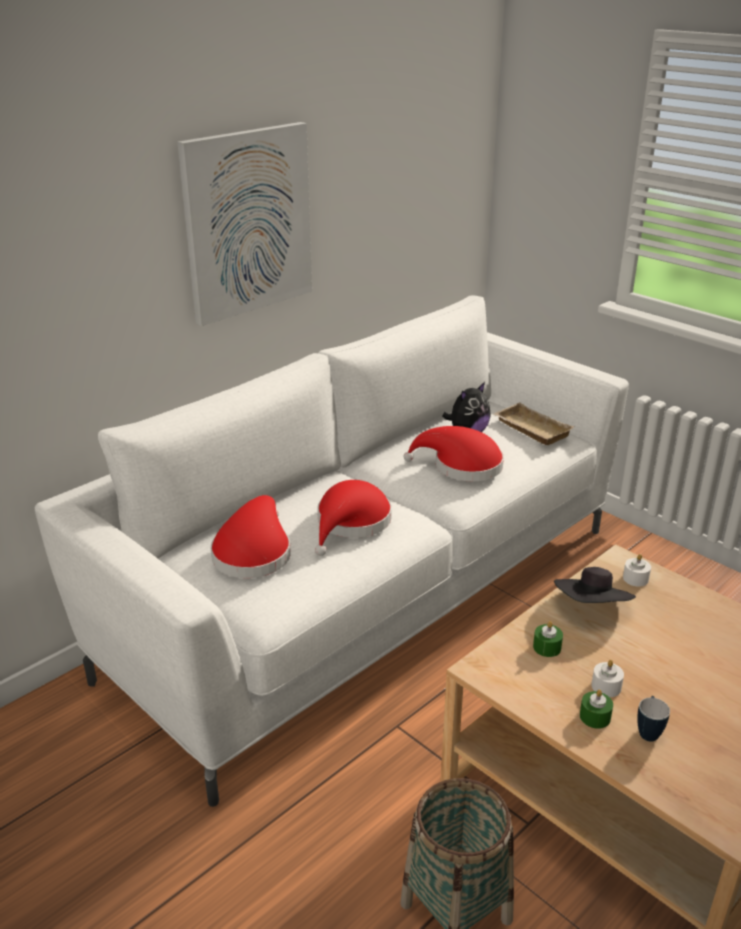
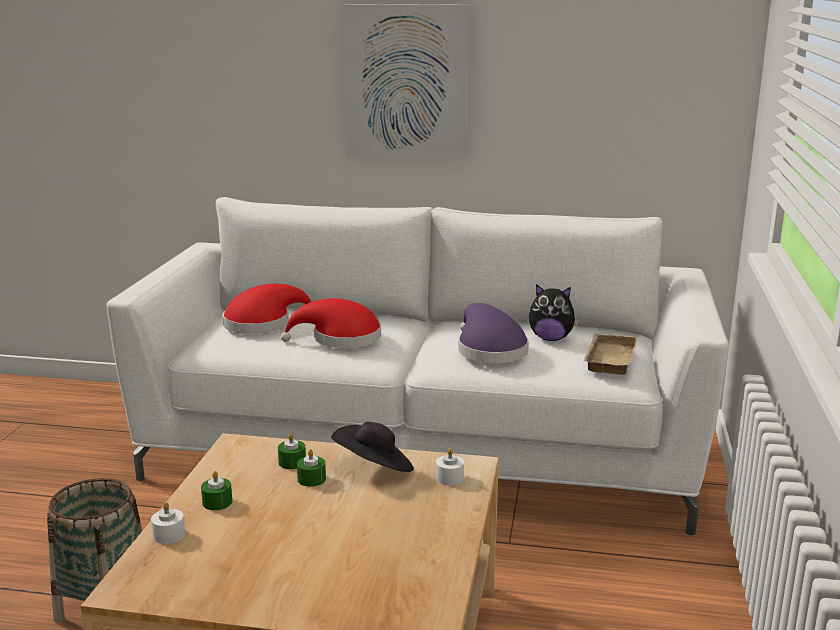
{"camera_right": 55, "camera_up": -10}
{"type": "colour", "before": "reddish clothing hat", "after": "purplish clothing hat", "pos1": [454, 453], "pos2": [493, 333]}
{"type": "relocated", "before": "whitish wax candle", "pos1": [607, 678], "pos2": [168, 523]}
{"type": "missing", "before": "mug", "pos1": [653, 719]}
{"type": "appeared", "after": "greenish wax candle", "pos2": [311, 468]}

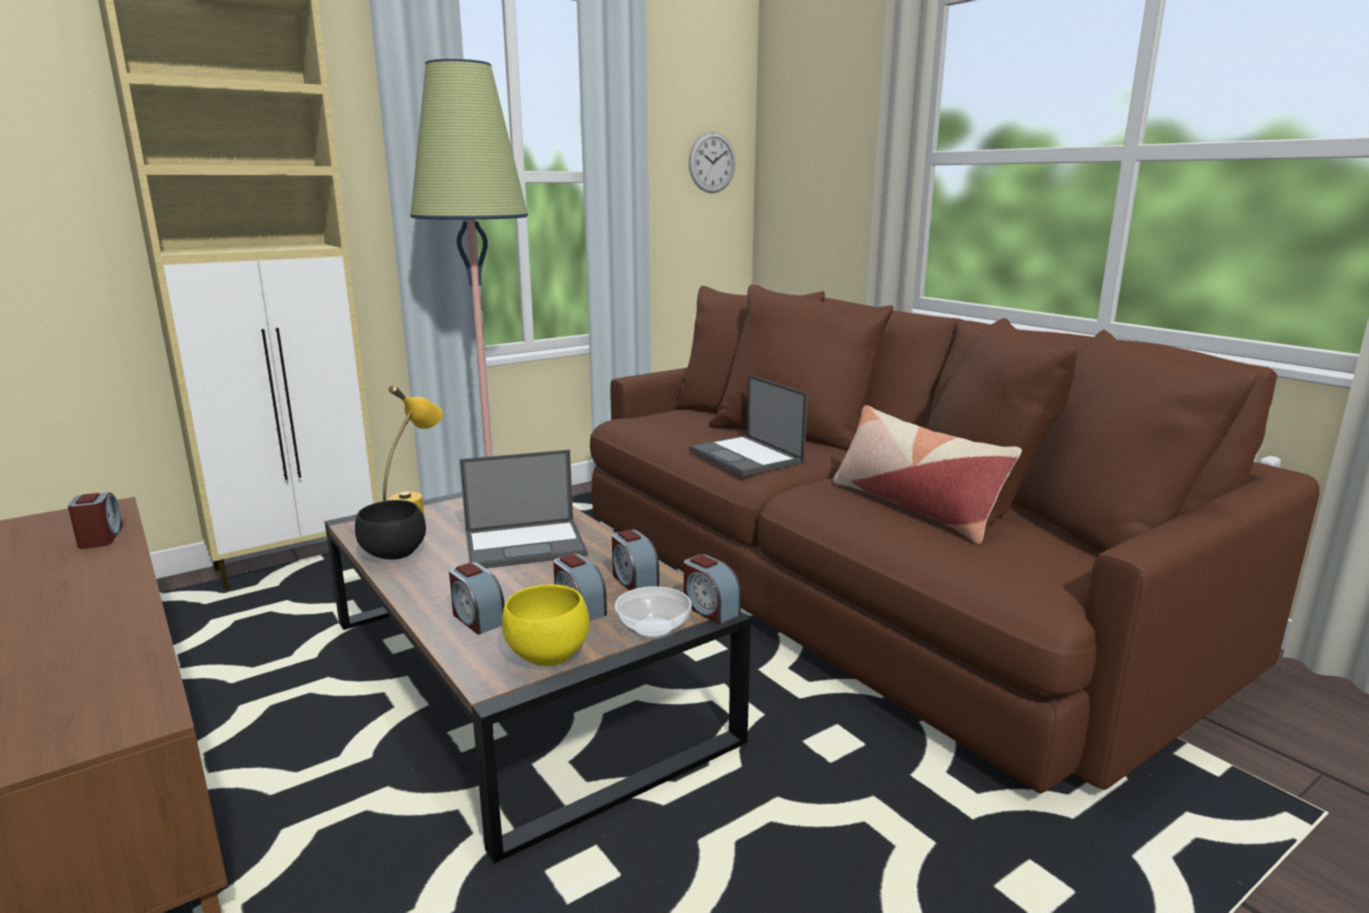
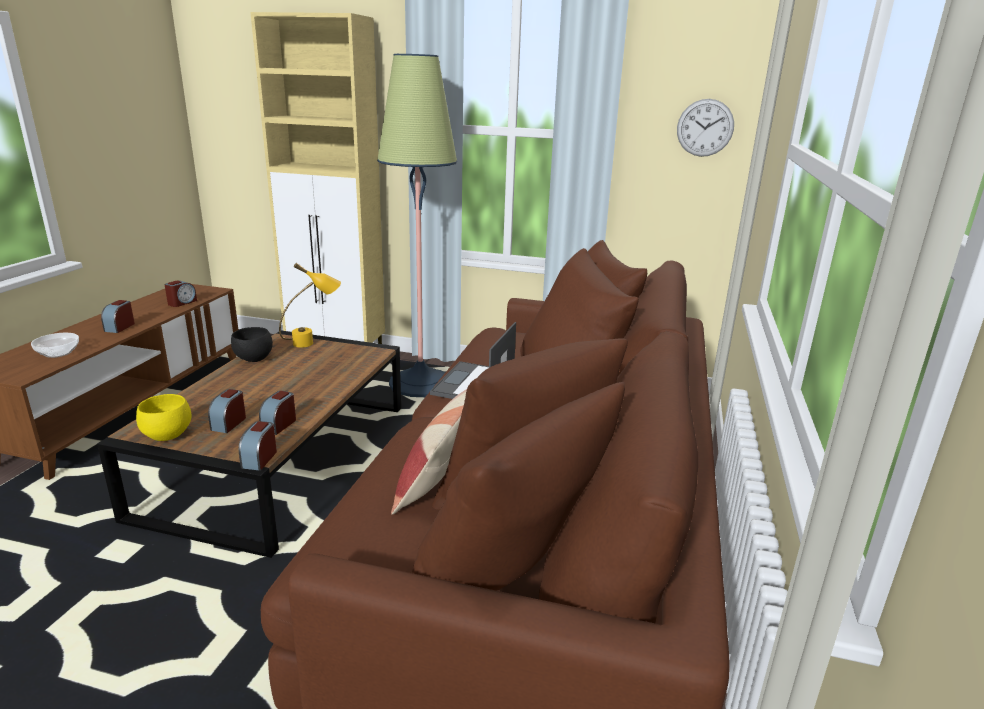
{"camera_right": 50, "camera_up": 5}
{"type": "missing", "before": "notebook computer", "pos1": [523, 508]}
{"type": "relocated", "before": "bedside clock", "pos1": [477, 598], "pos2": [118, 316]}
{"type": "relocated", "before": "deep dish", "pos1": [653, 612], "pos2": [55, 345]}

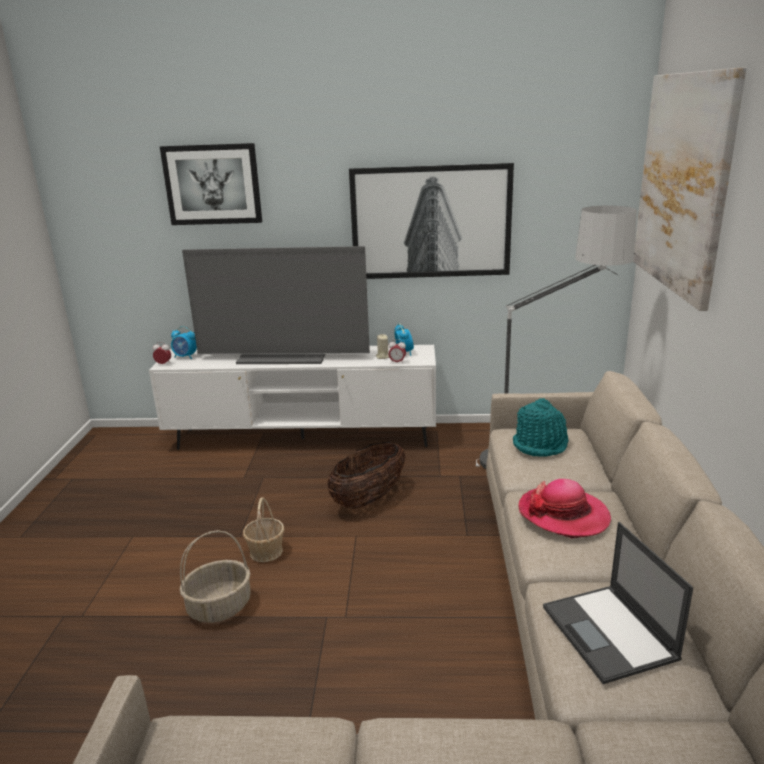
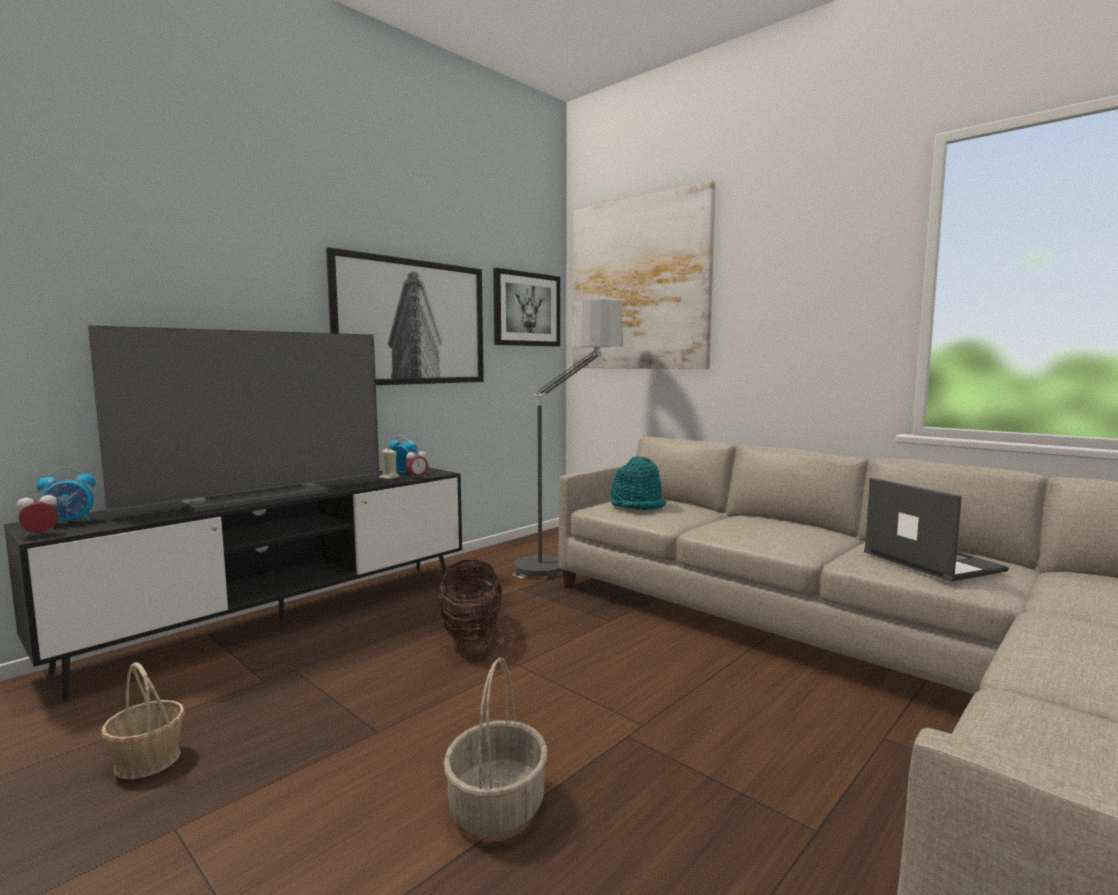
{"camera_right": -50, "camera_up": -15}
{"type": "relocated", "before": "wall picture", "pos1": [211, 184], "pos2": [526, 307]}
{"type": "colour", "before": "whitish tv unit", "after": "blackish tv unit", "pos1": [292, 397], "pos2": [233, 584]}
{"type": "missing", "before": "clothing hat", "pos1": [564, 508]}
{"type": "relocated", "before": "household basket", "pos1": [263, 529], "pos2": [143, 720]}
{"type": "spun", "before": "notebook computer", "pos1": [618, 603], "pos2": [936, 530], "turn": -135}

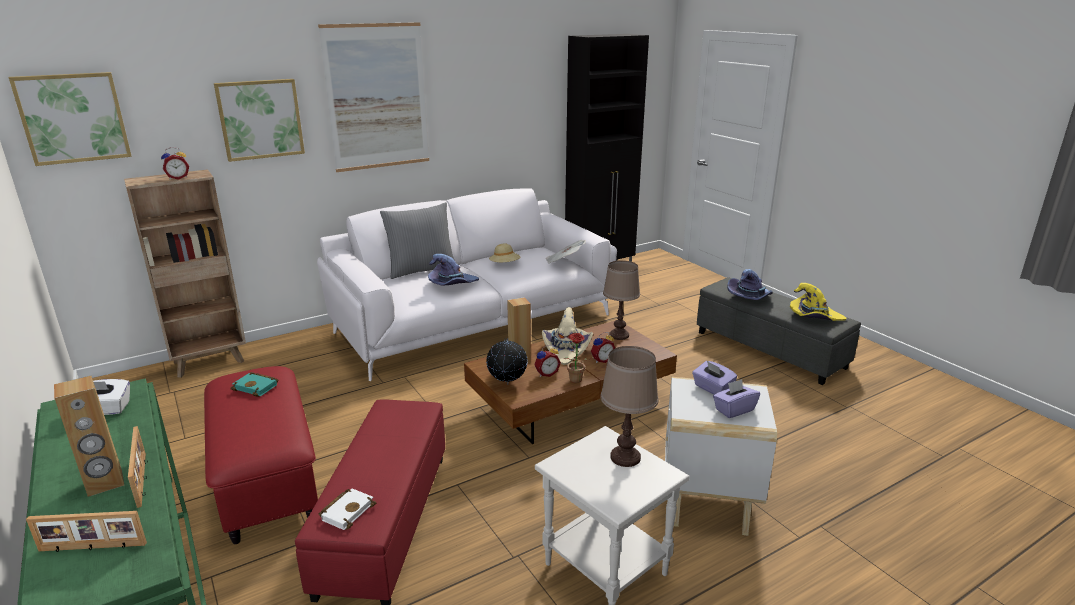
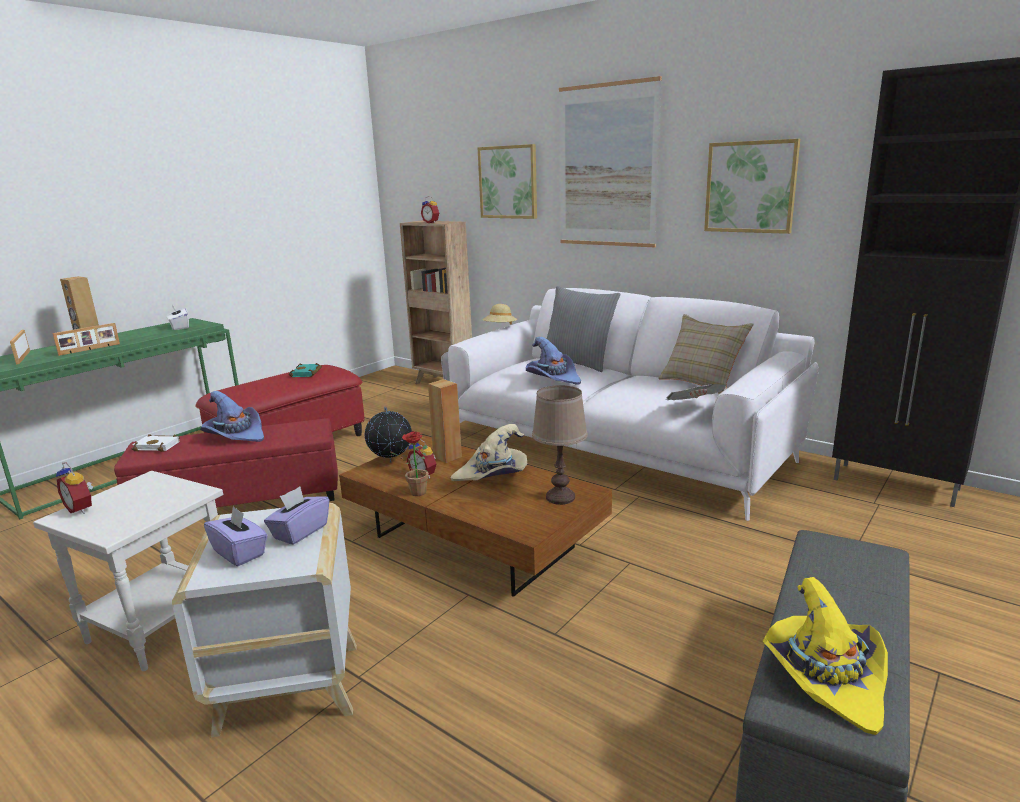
{"camera_right": 70, "camera_up": -5}
{"type": "relocated", "before": "wall picture", "pos1": [70, 119], "pos2": [752, 186]}
{"type": "relocated", "before": "beige-coloured clothing hat", "pos1": [505, 252], "pos2": [499, 314]}
{"type": "relocated", "before": "purplish clothing hat", "pos1": [750, 284], "pos2": [232, 416]}
{"type": "relocated", "before": "bedside clock", "pos1": [603, 347], "pos2": [74, 488]}
{"type": "missing", "before": "brownish table lamp", "pos1": [629, 406]}
{"type": "appeared", "after": "beige-coloured throw pillow", "pos2": [706, 354]}

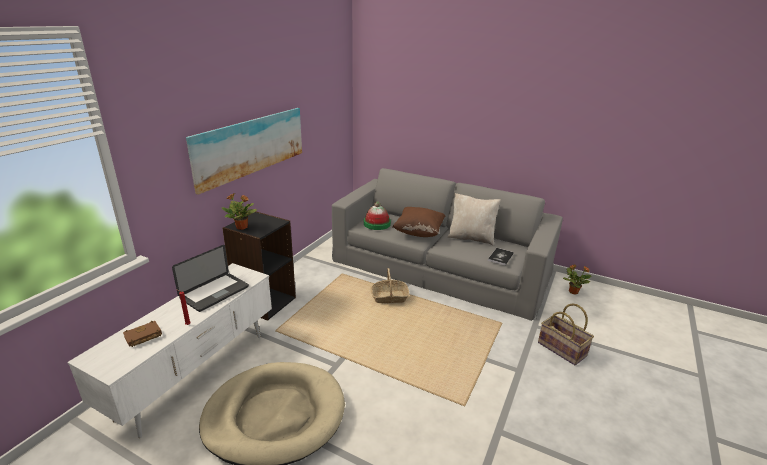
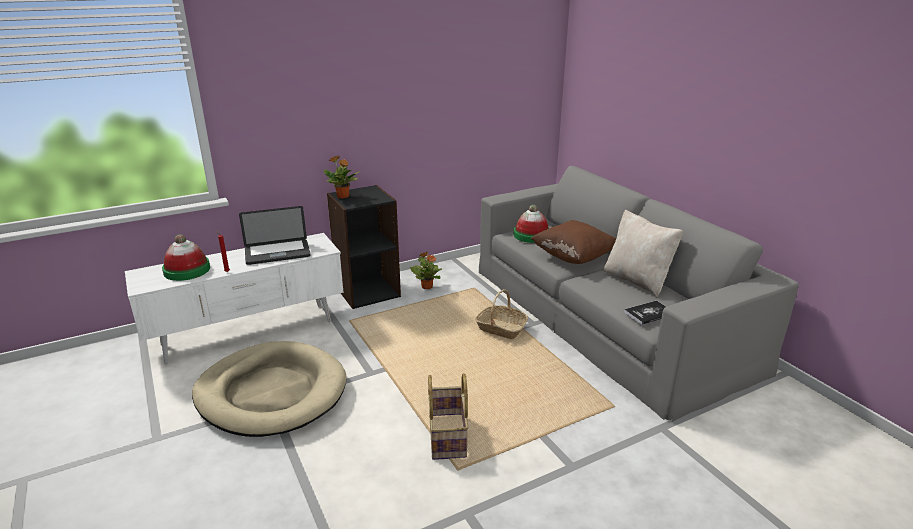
{"camera_right": 35, "camera_up": 0}
{"type": "missing", "before": "wall picture", "pos1": [244, 151]}
{"type": "relocated", "before": "potted plant", "pos1": [577, 279], "pos2": [426, 270]}
{"type": "relocated", "before": "household basket", "pos1": [566, 334], "pos2": [448, 416]}
{"type": "exchanged", "before": "brownish volume", "after": "clothing hat", "pos1": [142, 334], "pos2": [186, 257]}

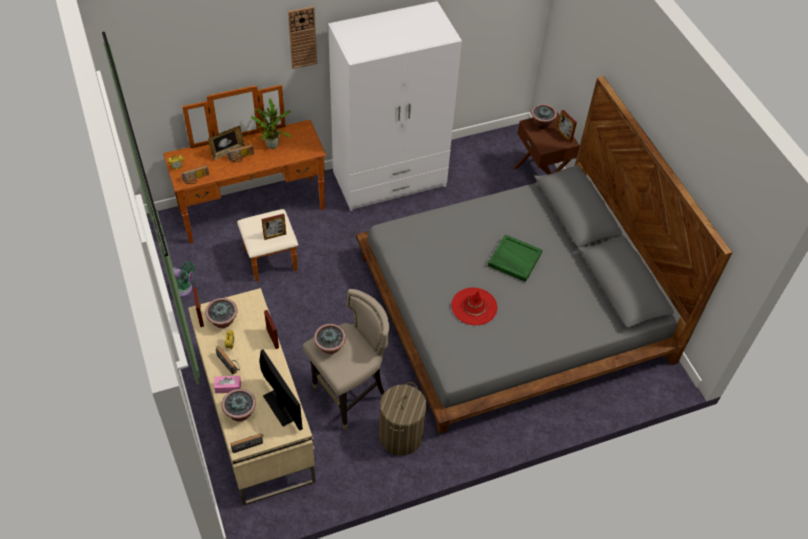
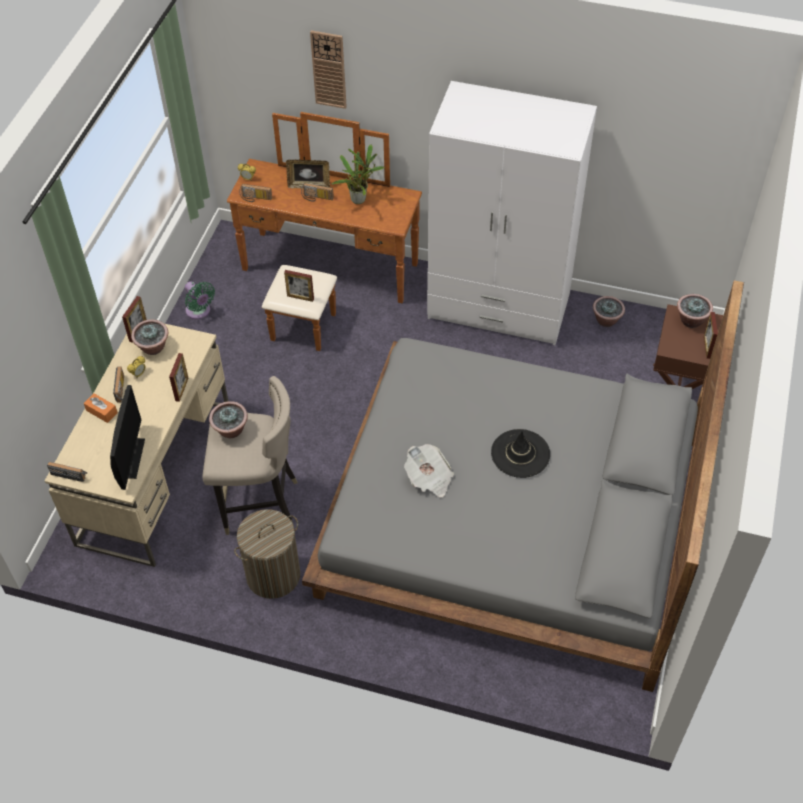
{"camera_right": 40, "camera_up": 0}
{"type": "relocated", "before": "hanging clock", "pos1": [302, 37], "pos2": [328, 69]}
{"type": "exchanged", "before": "greenish tray", "after": "blackish clothing hat", "pos1": [515, 258], "pos2": [520, 453]}
{"type": "exchanged", "before": "reddish clothing hat", "after": "newspaper", "pos1": [474, 306], "pos2": [429, 470]}
{"type": "colour", "before": "pink box of tissues", "after": "orange-coloured box of tissues", "pos1": [227, 384], "pos2": [101, 408]}
{"type": "relocated", "before": "potted plant", "pos1": [239, 405], "pos2": [609, 311]}

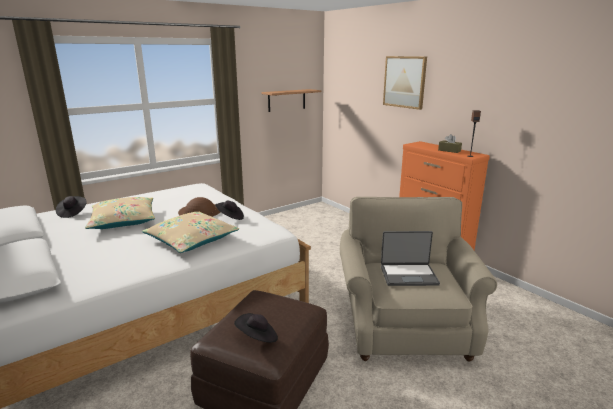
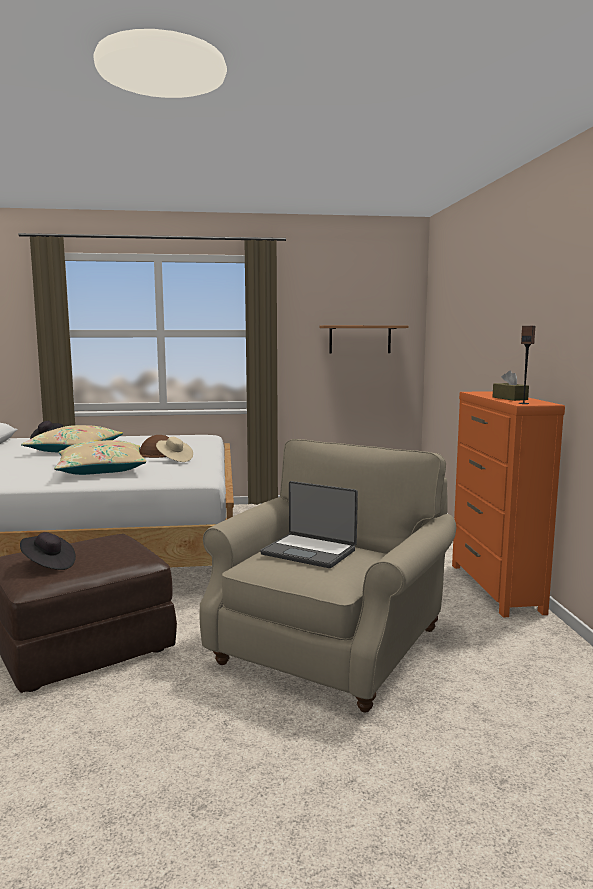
{"camera_right": 30, "camera_up": -10}
{"type": "missing", "before": "wall picture", "pos1": [405, 83]}
{"type": "colour", "before": "blackish clothing hat", "after": "beige-coloured clothing hat", "pos1": [229, 210], "pos2": [174, 449]}

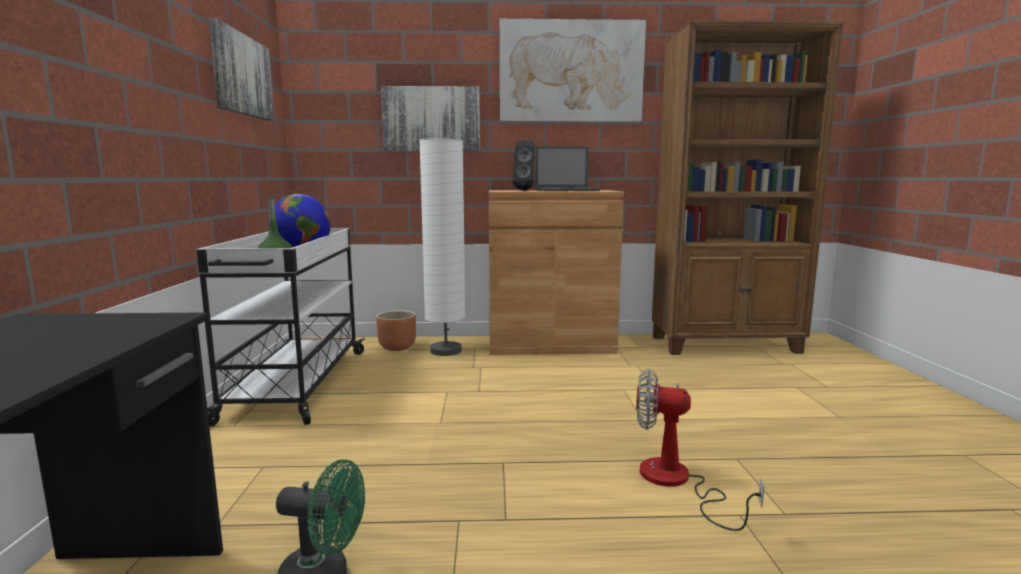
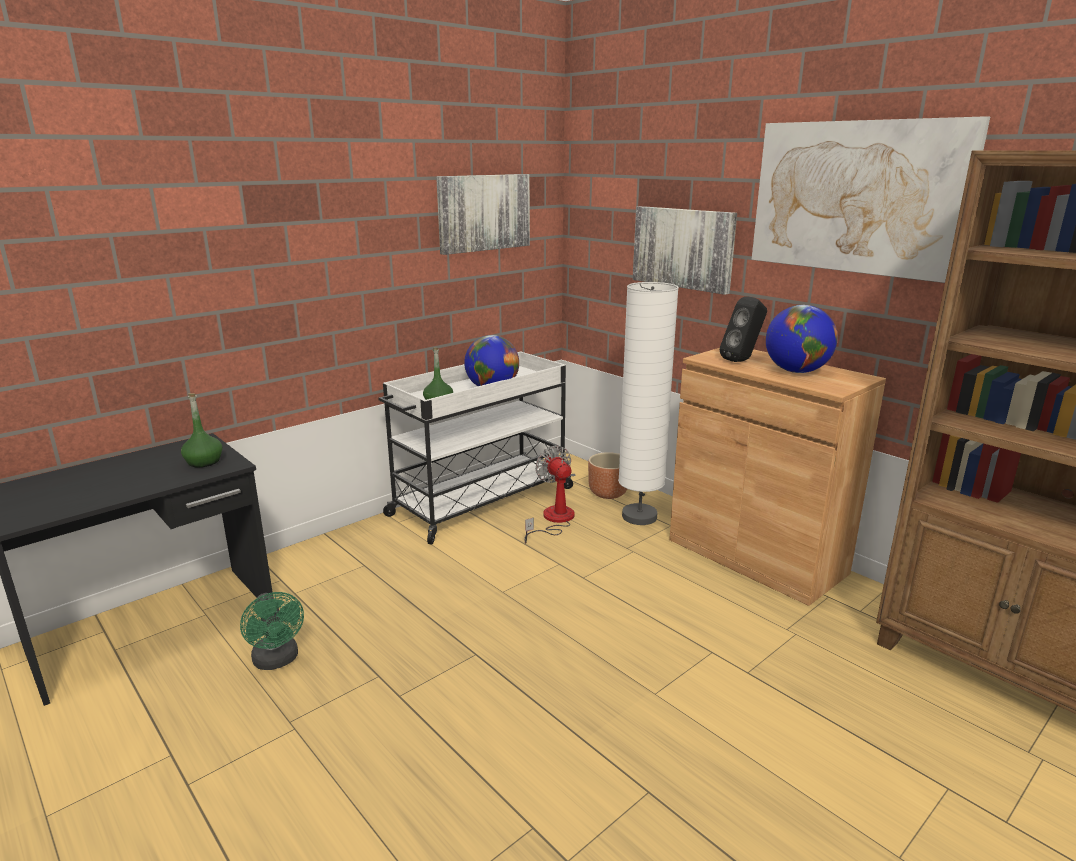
{"camera_right": 50, "camera_up": 10}
{"type": "exchanged", "before": "notebook computer", "after": "desk globe", "pos1": [567, 168], "pos2": [802, 339]}
{"type": "relocated", "before": "cooling fan", "pos1": [700, 450], "pos2": [549, 494]}
{"type": "appeared", "after": "greenish bottle", "pos2": [202, 430]}

